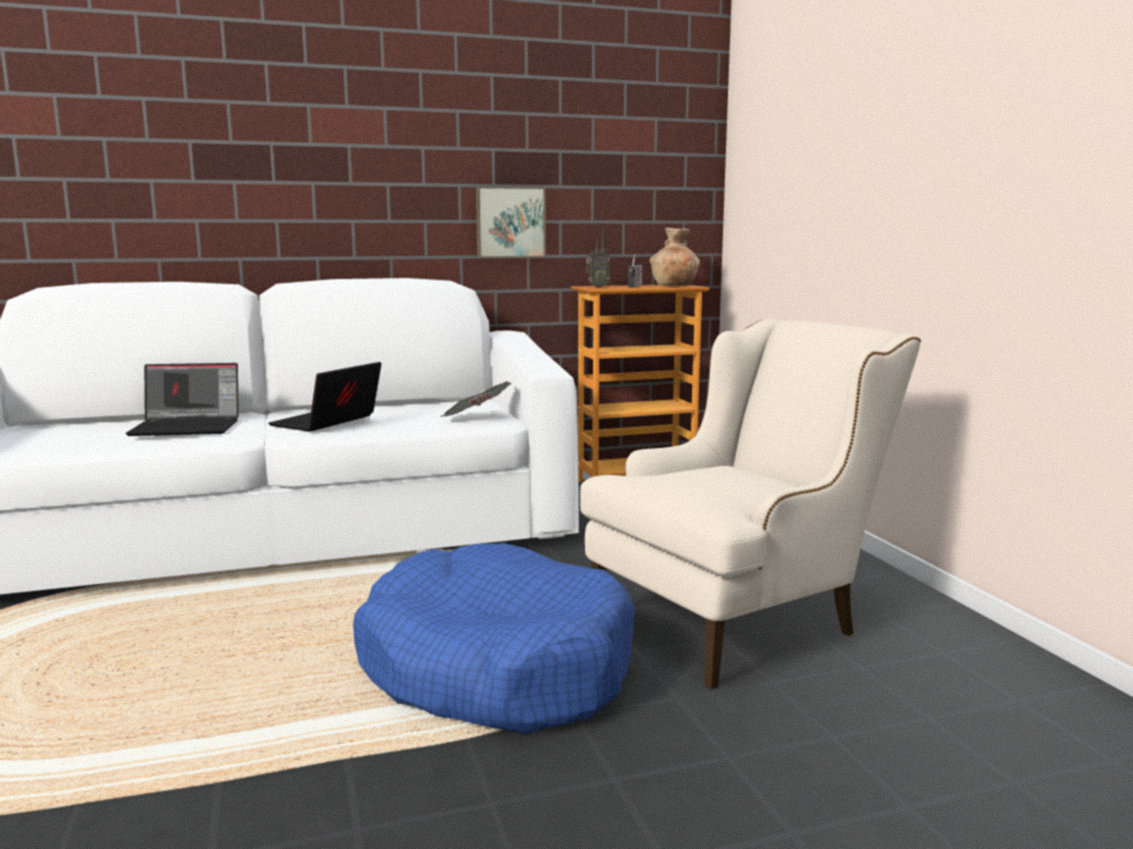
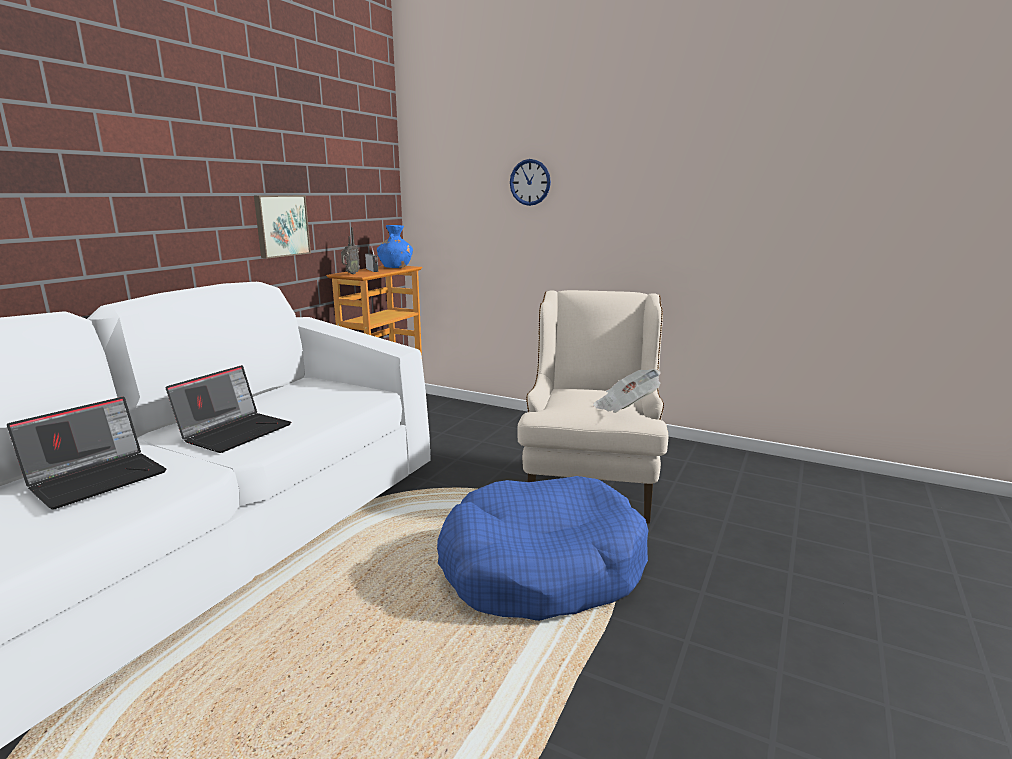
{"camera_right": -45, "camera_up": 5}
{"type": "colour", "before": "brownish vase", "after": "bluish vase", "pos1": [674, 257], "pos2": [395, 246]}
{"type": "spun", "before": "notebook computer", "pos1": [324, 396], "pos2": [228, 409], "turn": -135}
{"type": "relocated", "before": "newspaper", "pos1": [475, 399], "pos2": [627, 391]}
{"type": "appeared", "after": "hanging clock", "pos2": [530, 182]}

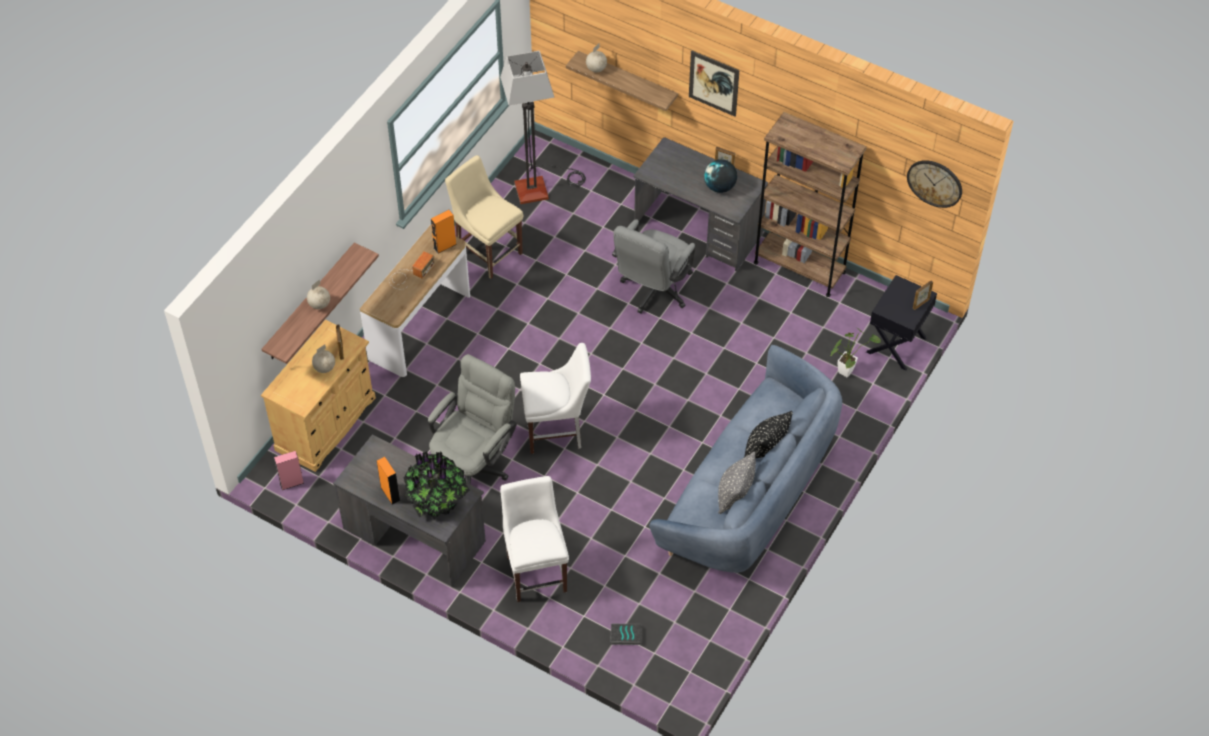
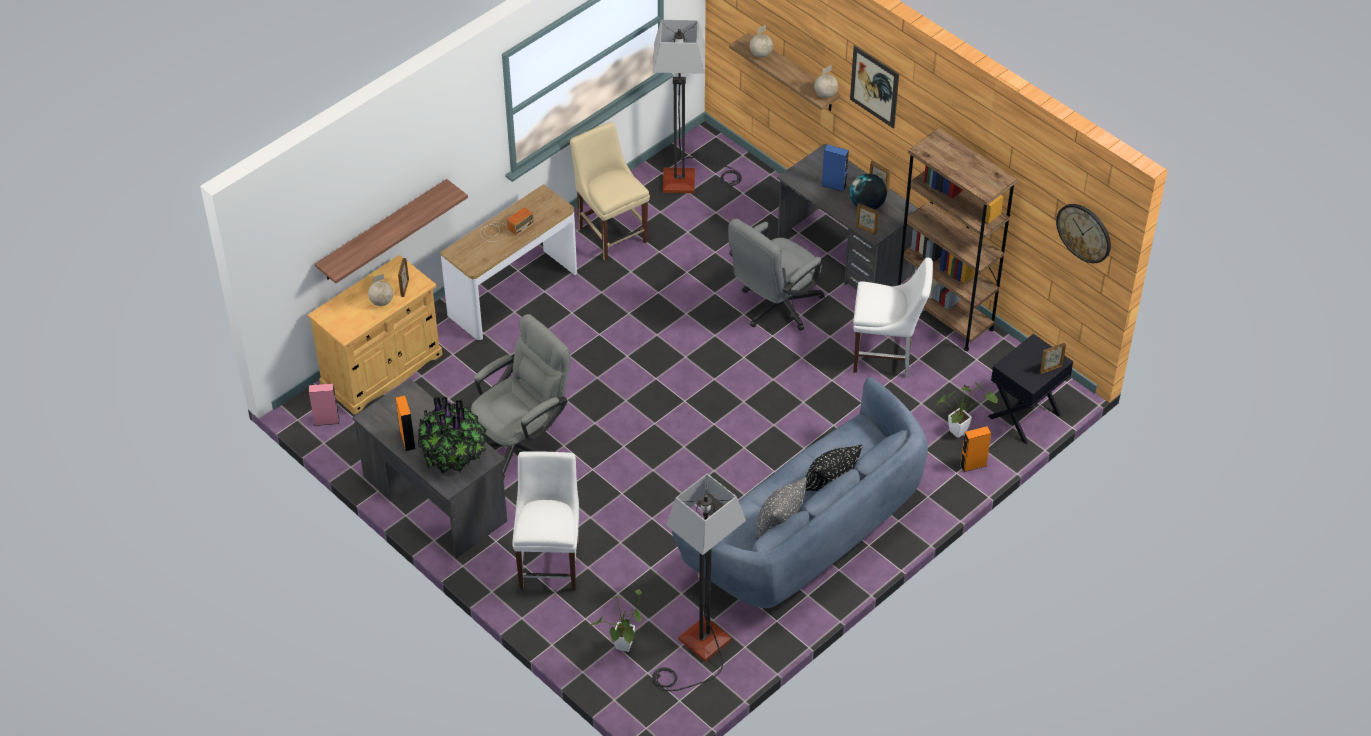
{"camera_right": 15, "camera_up": -5}
{"type": "relocated", "before": "orange-coloured speaker", "pos1": [444, 231], "pos2": [975, 449]}
{"type": "relocated", "before": "desk globe", "pos1": [318, 294], "pos2": [826, 81]}
{"type": "relocated", "before": "whitish upright chair", "pos1": [555, 398], "pos2": [893, 318]}
{"type": "exchanged", "before": "volume", "after": "potted plant", "pos1": [626, 634], "pos2": [616, 620]}
{"type": "appeared", "after": "bluish speaker", "pos2": [835, 168]}
{"type": "appeared", "after": "photo frame", "pos2": [867, 219]}
{"type": "appeared", "after": "standing lamp", "pos2": [699, 582]}

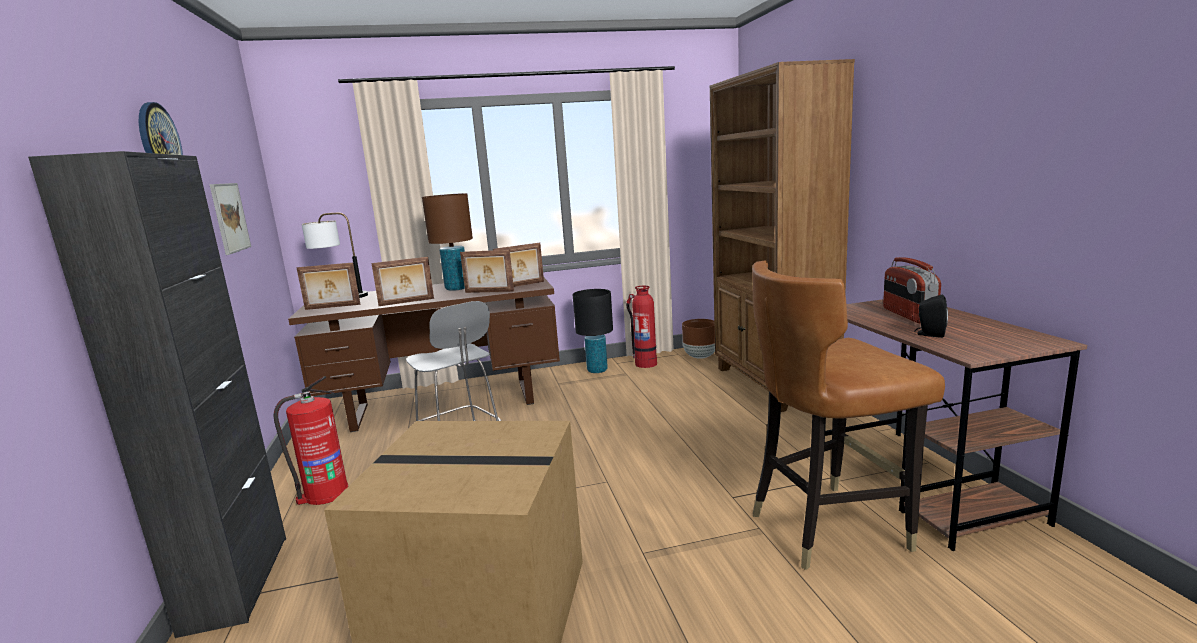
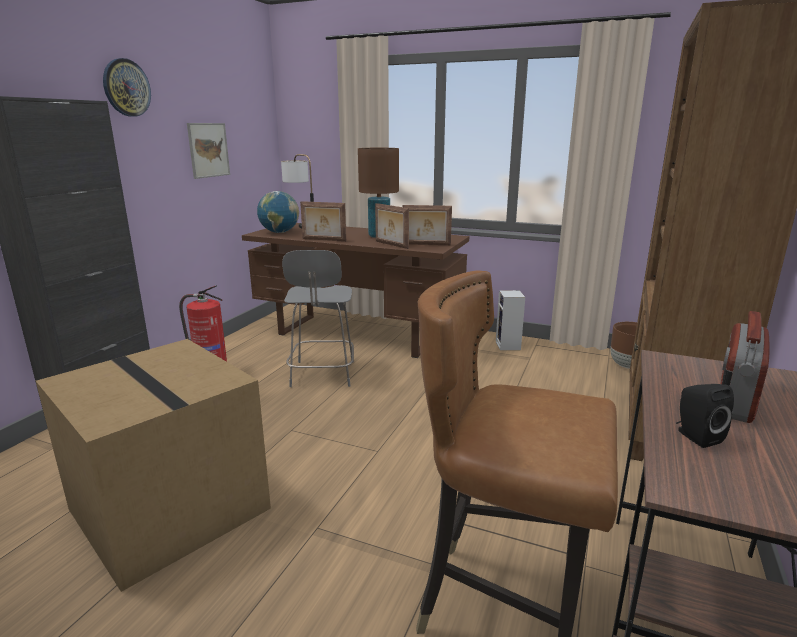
{"camera_right": 35, "camera_up": 5}
{"type": "exchanged", "before": "photo frame", "after": "desk globe", "pos1": [328, 286], "pos2": [278, 212]}
{"type": "missing", "before": "fire extinguisher", "pos1": [642, 327]}
{"type": "exchanged", "before": "blackish table lamp", "after": "speaker", "pos1": [592, 331], "pos2": [510, 320]}

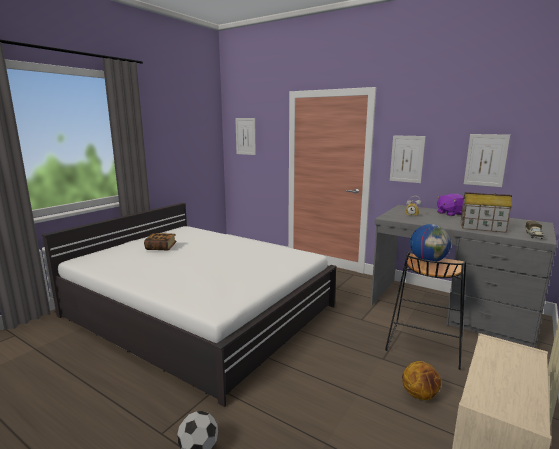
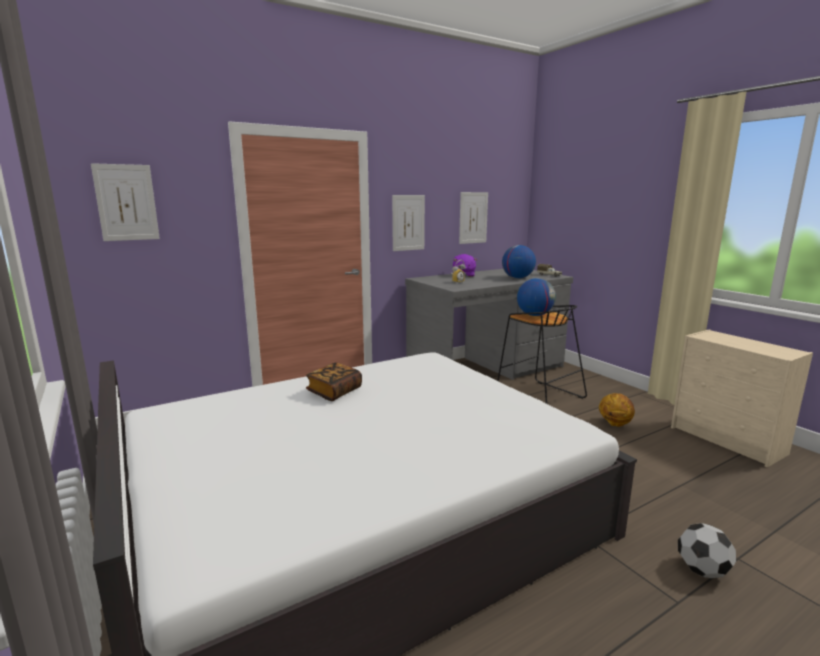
{"camera_right": -65, "camera_up": 0}
{"type": "exchanged", "before": "model house", "after": "desk globe", "pos1": [486, 212], "pos2": [519, 262]}
{"type": "relocated", "before": "volume", "pos1": [160, 242], "pos2": [334, 381]}

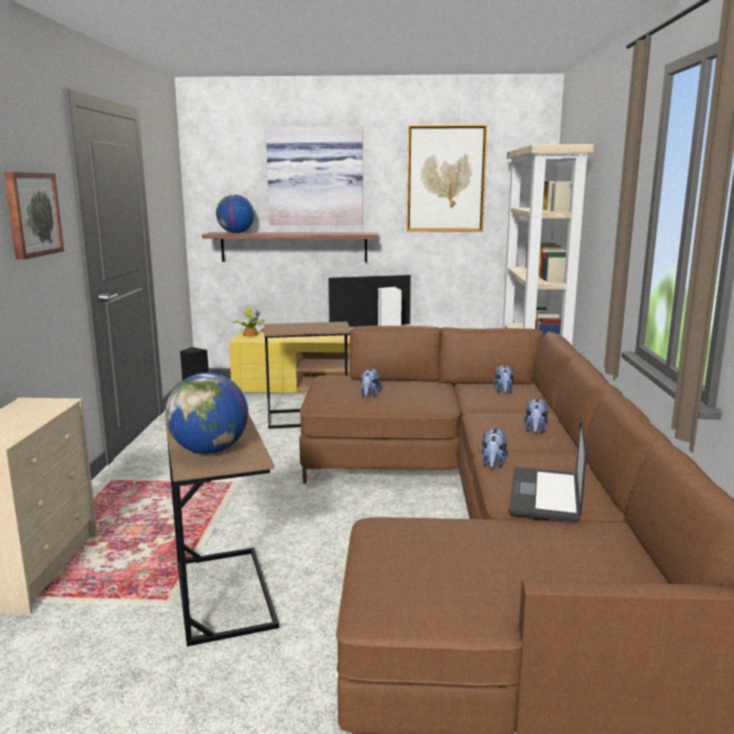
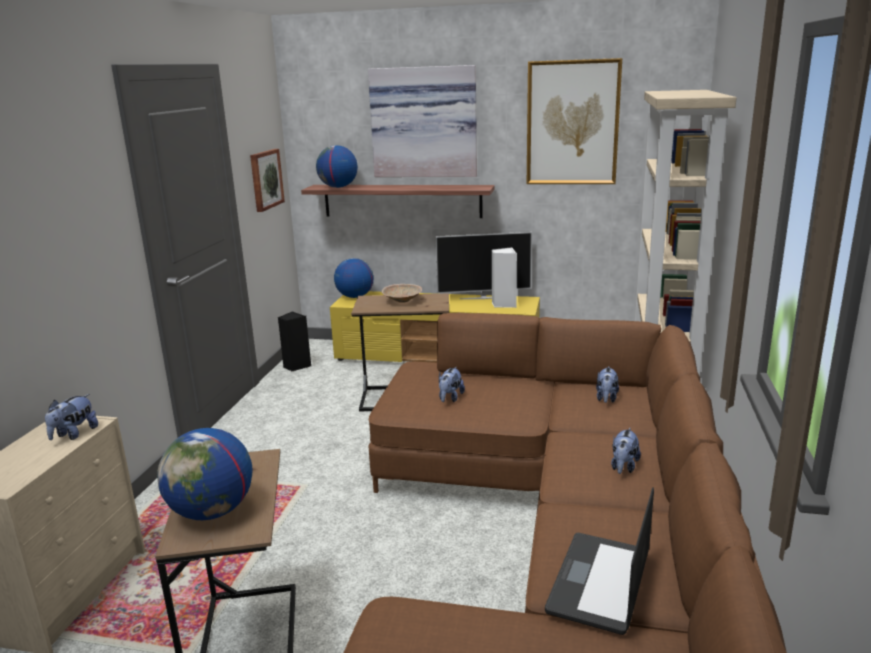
{"camera_right": 10, "camera_up": 5}
{"type": "relocated", "before": "wall picture", "pos1": [34, 216], "pos2": [267, 180]}
{"type": "exchanged", "before": "potted plant", "after": "desk globe", "pos1": [248, 320], "pos2": [354, 278]}
{"type": "relocated", "before": "cuddly toy", "pos1": [495, 447], "pos2": [71, 417]}
{"type": "appeared", "after": "beige-coloured deep dish", "pos2": [401, 293]}

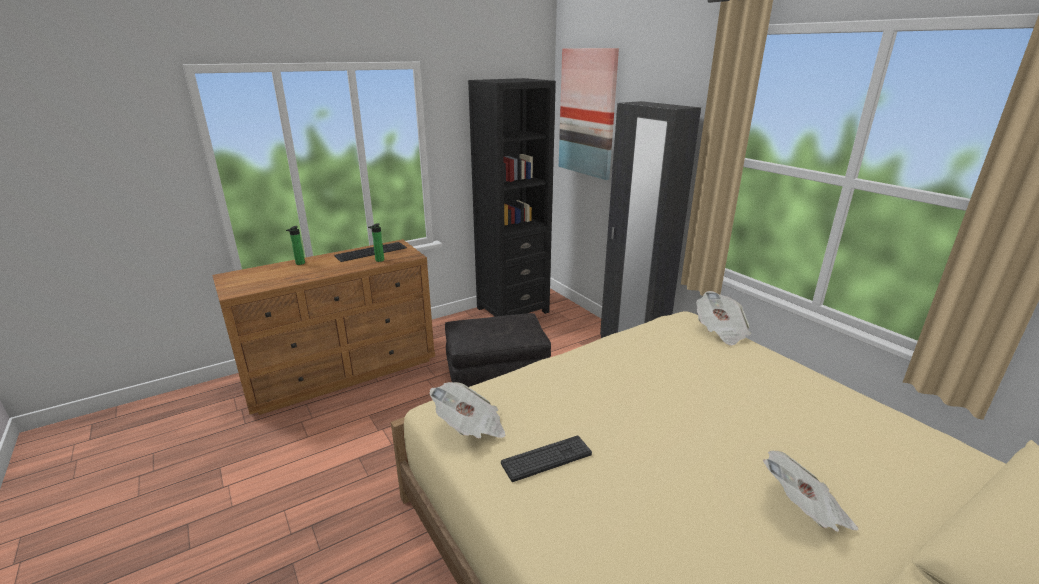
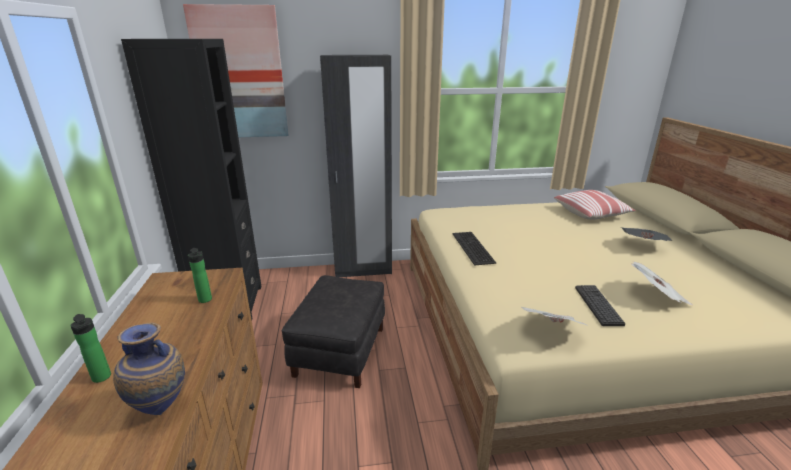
{"camera_right": -65, "camera_up": 0}
{"type": "relocated", "before": "PC keyboard", "pos1": [370, 252], "pos2": [474, 249]}
{"type": "relocated", "before": "newspaper", "pos1": [723, 318], "pos2": [662, 283]}
{"type": "appeared", "after": "throw pillow", "pos2": [595, 205]}
{"type": "appeared", "after": "vase", "pos2": [149, 368]}

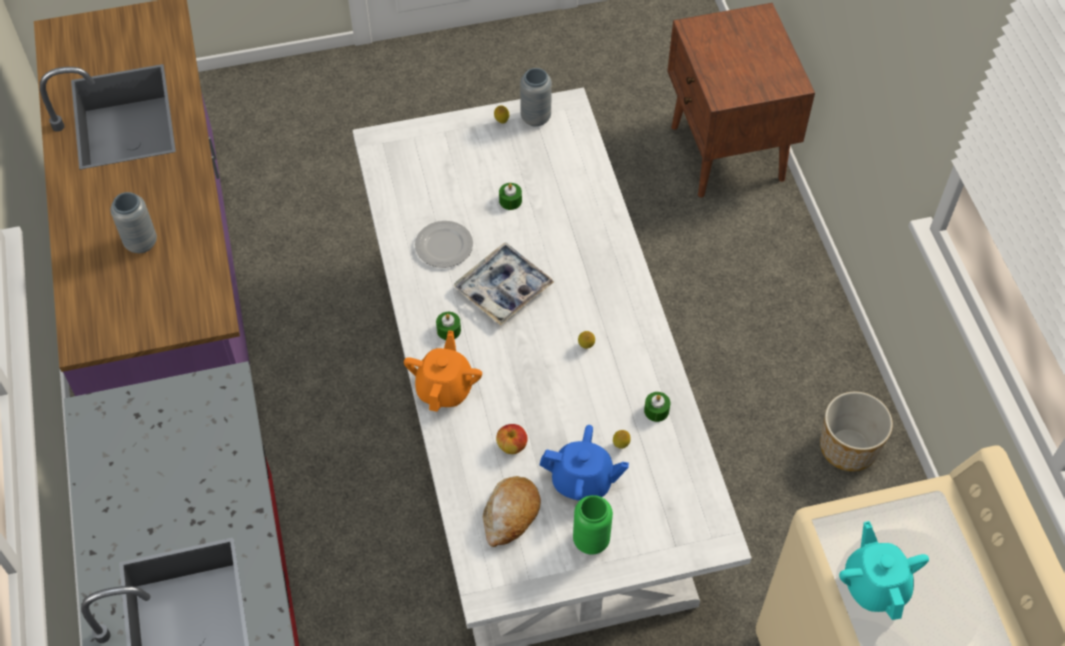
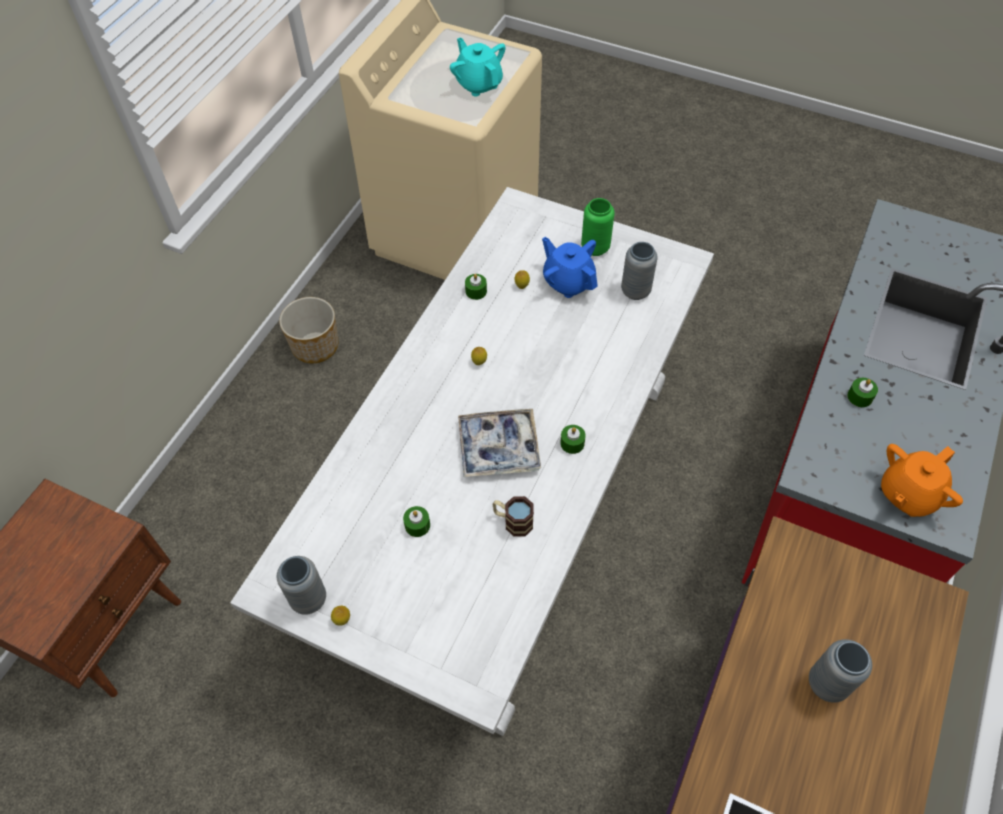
{"camera_right": -140, "camera_up": 0}
{"type": "exchanged", "before": "plate", "after": "mug", "pos1": [444, 244], "pos2": [513, 516]}
{"type": "relocated", "before": "orange-coloured teapot", "pos1": [443, 371], "pos2": [922, 480]}
{"type": "missing", "before": "whole apple", "pos1": [512, 439]}
{"type": "exchanged", "before": "bakery bread", "after": "grey vase", "pos1": [511, 511], "pos2": [639, 271]}
{"type": "spun", "before": "turquoise teapot", "pos1": [884, 570], "pos2": [478, 67], "turn": 120}
{"type": "appeared", "after": "greenish wax candle", "pos2": [862, 392]}

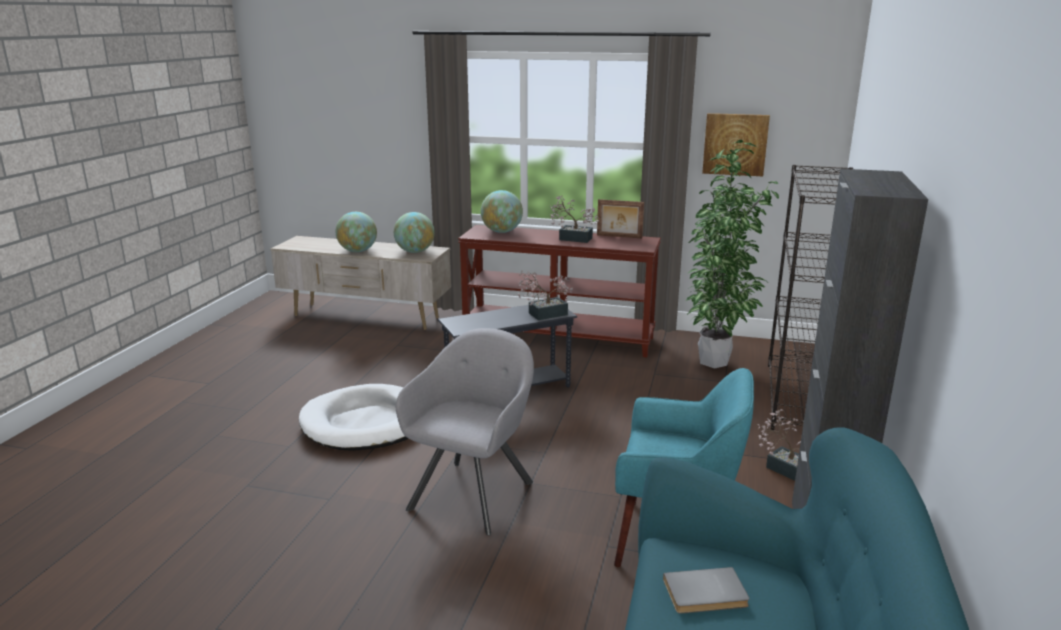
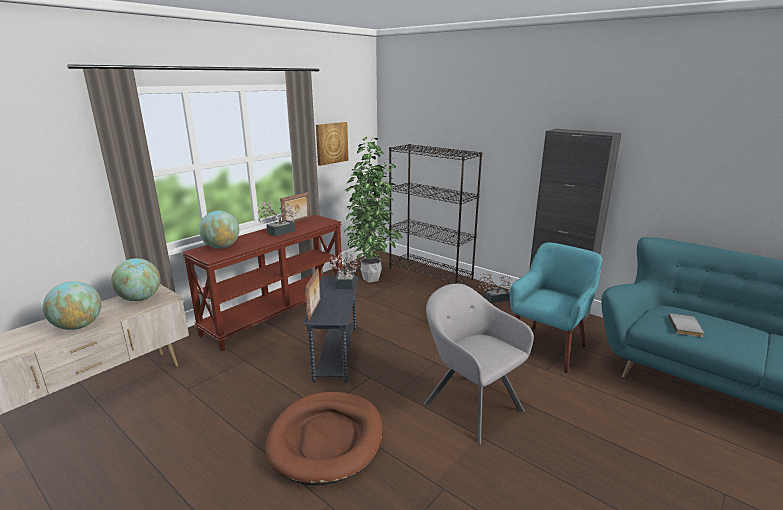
{"camera_right": -65, "camera_up": 0}
{"type": "colour", "before": "whitish dog bed", "after": "brownish dog bed", "pos1": [354, 417], "pos2": [323, 439]}
{"type": "appeared", "after": "photo frame", "pos2": [313, 295]}

